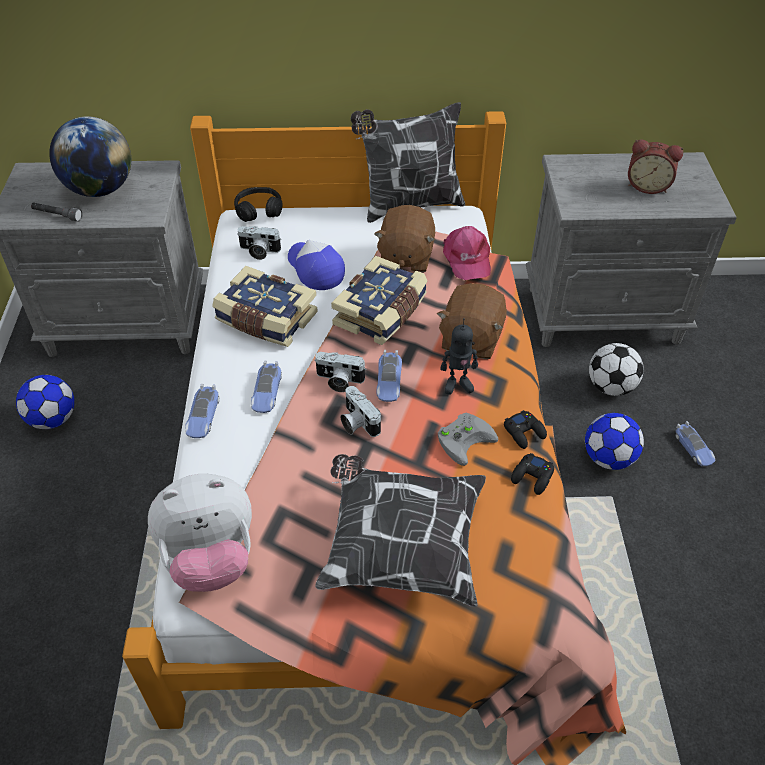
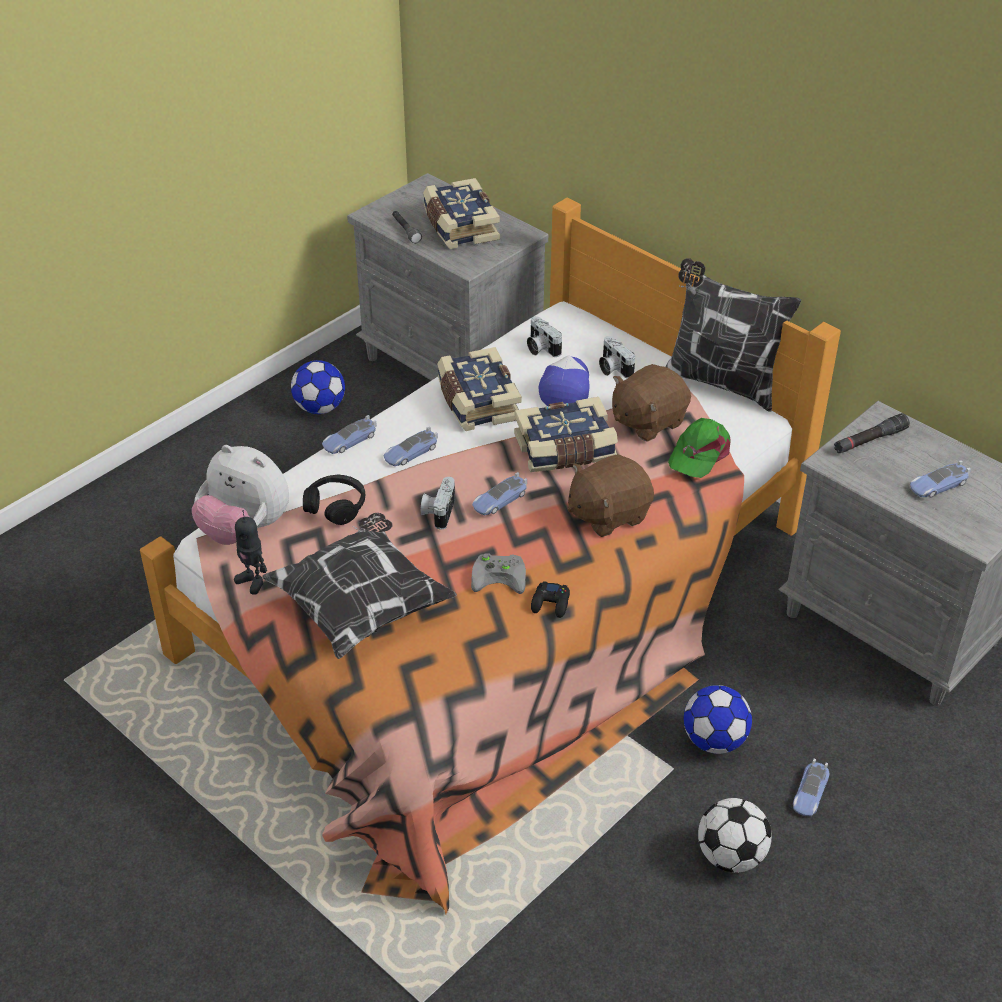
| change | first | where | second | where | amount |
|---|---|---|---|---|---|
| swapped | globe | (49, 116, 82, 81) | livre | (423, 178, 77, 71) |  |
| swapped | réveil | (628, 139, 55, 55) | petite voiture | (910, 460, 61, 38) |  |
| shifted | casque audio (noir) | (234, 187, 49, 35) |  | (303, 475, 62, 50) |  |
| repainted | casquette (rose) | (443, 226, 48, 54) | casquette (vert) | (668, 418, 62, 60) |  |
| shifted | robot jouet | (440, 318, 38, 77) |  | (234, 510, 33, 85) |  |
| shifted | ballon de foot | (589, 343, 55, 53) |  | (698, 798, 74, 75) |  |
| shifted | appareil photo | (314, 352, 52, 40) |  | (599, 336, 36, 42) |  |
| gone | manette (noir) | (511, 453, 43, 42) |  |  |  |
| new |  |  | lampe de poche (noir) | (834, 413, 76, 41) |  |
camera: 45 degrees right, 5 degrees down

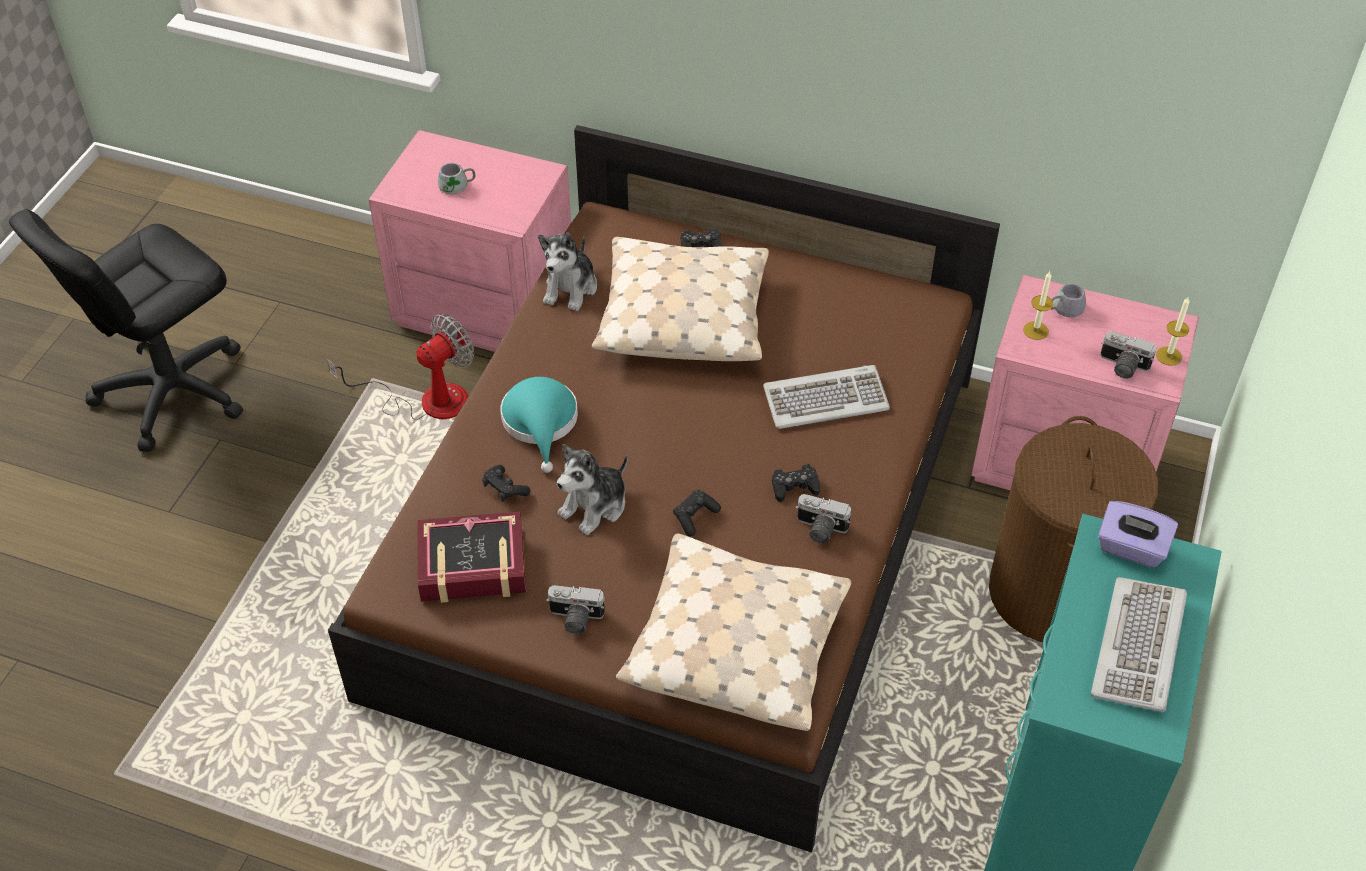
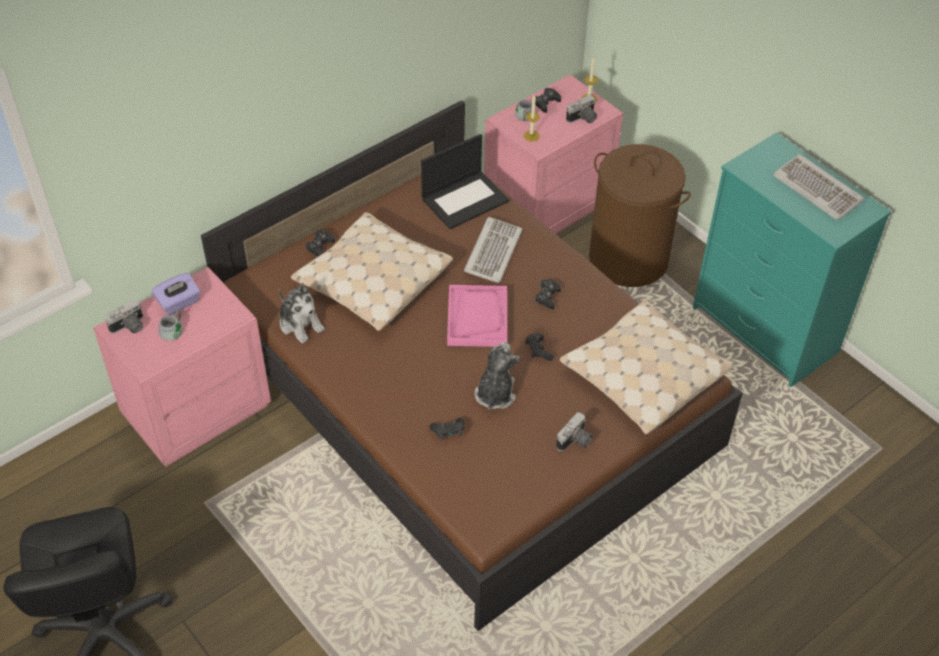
| change | first | where | second | where | amount |
|---|---|---|---|---|---|
| gone | ventilateur | (327, 314, 147, 106) |  |  |  |
| gone | chapeau (turquoise) | (501, 377, 77, 96) |  |  |  |
| rotated | peluche | (557, 444, 70, 91) |  | (475, 342, 45, 68) | 150 degrees counterclockwise |
| shifted | appareil photo | (795, 494, 56, 50) |  | (105, 299, 38, 35) |  |
| shifted | boîte à mouchoirs (violet) | (1098, 501, 80, 67) |  | (152, 273, 48, 42) |  |
| gone | livre | (417, 511, 109, 92) |  |  |  |
| new |  |  | manette (noir) | (535, 88, 26, 25) |  |
| new |  |  | ordinateur portable | (421, 134, 89, 95) |  |
| new |  |  | plateau (rose) | (447, 285, 60, 62) |  |
camera: 60 degrees left, 0 degrees up

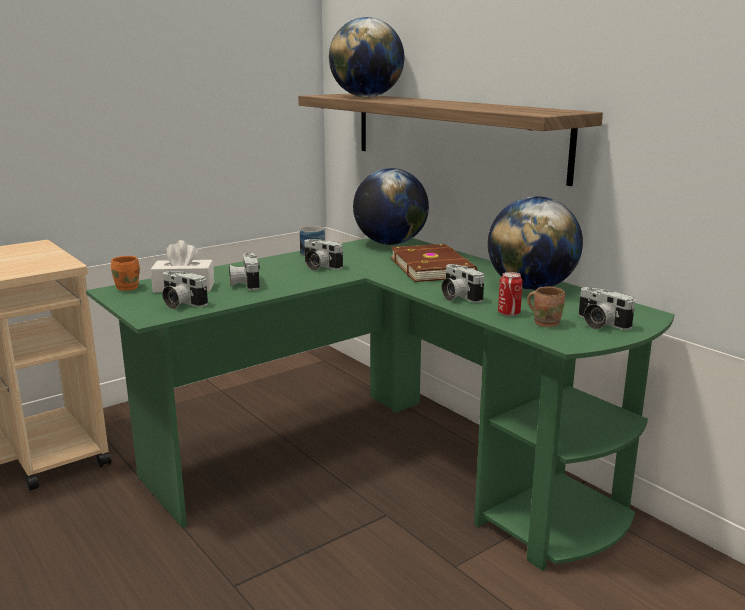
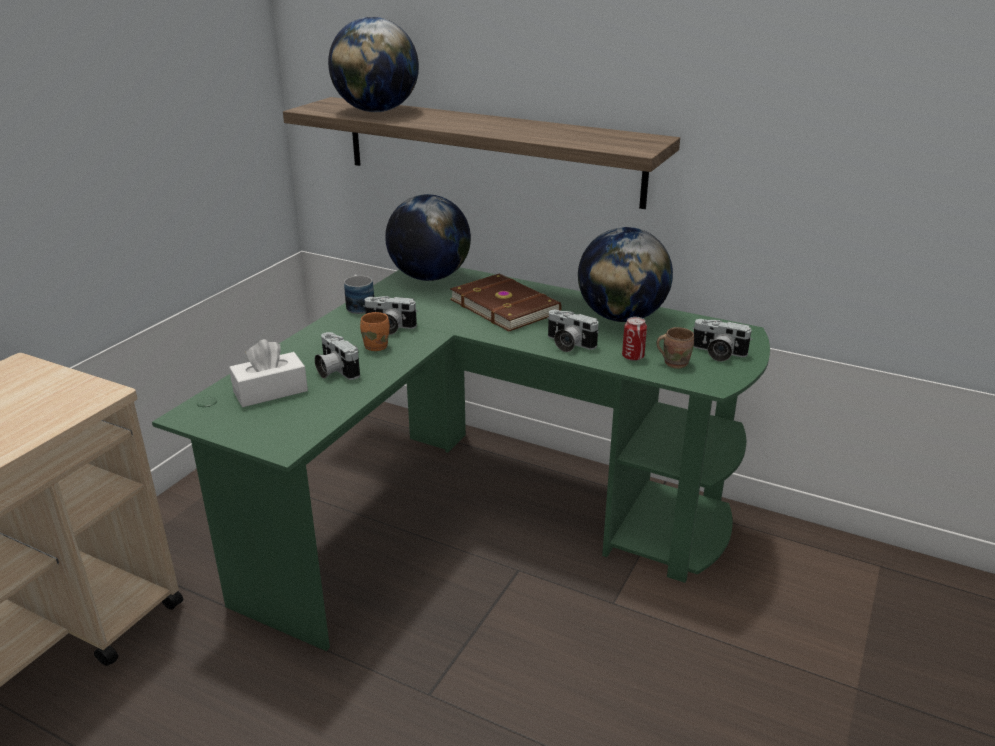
| change | first | where | second | where | amount |
|---|---|---|---|---|---|
| shifted | mug (orange) | (111, 256, 29, 35) |  | (360, 312, 30, 39) |  |
| gone | appareil photo | (162, 271, 46, 38) |  |  |  |
camera: 25 degrees left, 10 degrees up

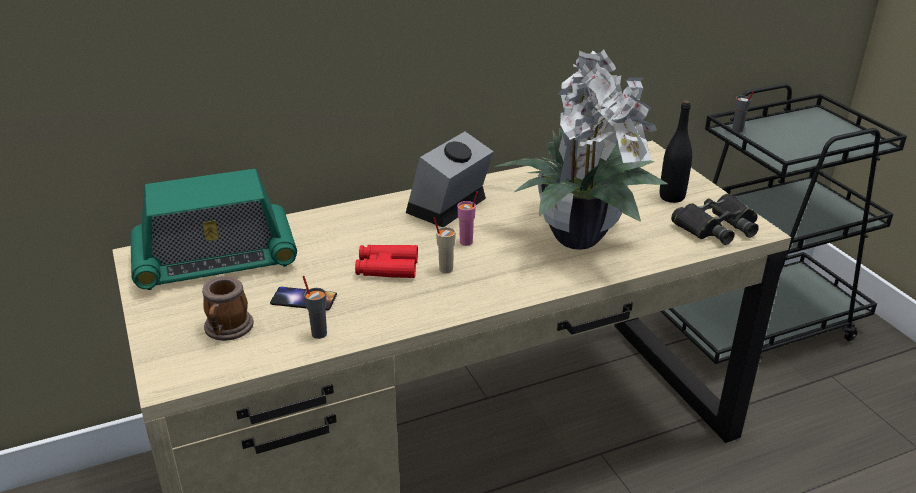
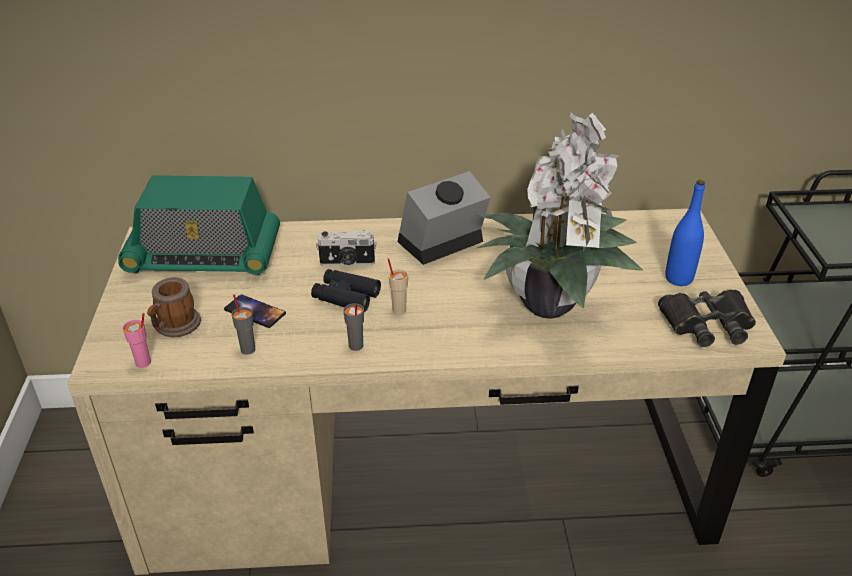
| change | first | where | second | where | amount |
|---|---|---|---|---|---|
| shifted | tasse (gris) | (732, 90, 22, 42) |  | (343, 303, 21, 48) |  |
| repainted | bouteille (noir) | (660, 100, 32, 103) | bouteille (bleu) | (665, 180, 40, 106) |  |
| shifted | tasse (rose) | (457, 191, 21, 55) |  | (122, 313, 29, 55) |  |
| repainted | jumelles (rouge) | (355, 245, 63, 33) | jumelles (noir) | (311, 269, 70, 43) |  |
| new |  |  | appareil photo | (316, 231, 60, 35) |  |
camera: 20 degrees right, 5 degrees up

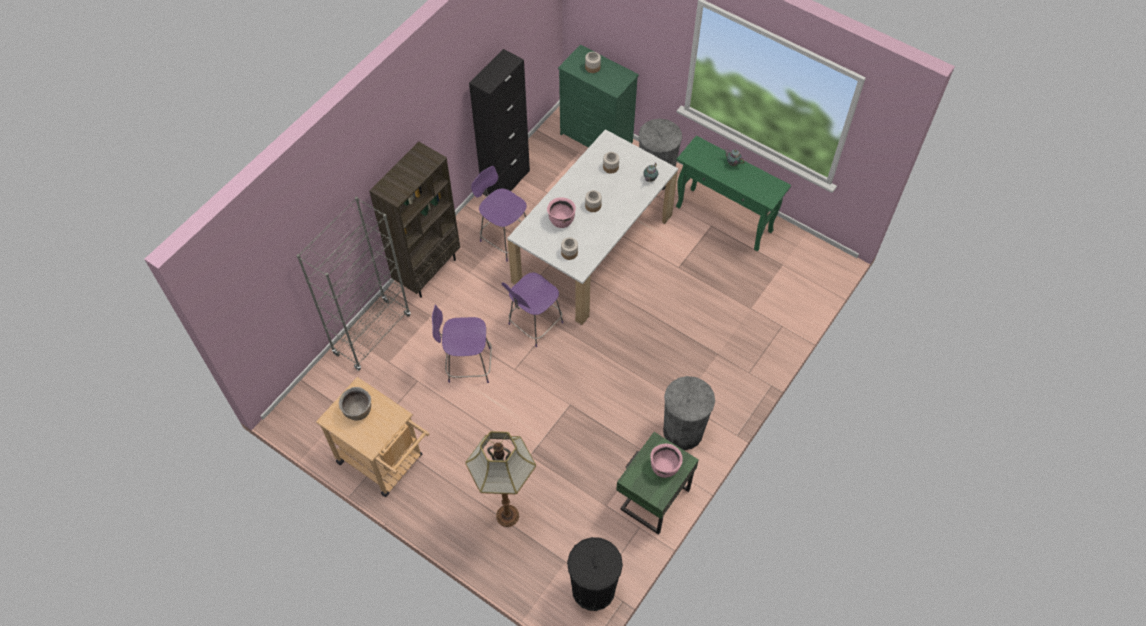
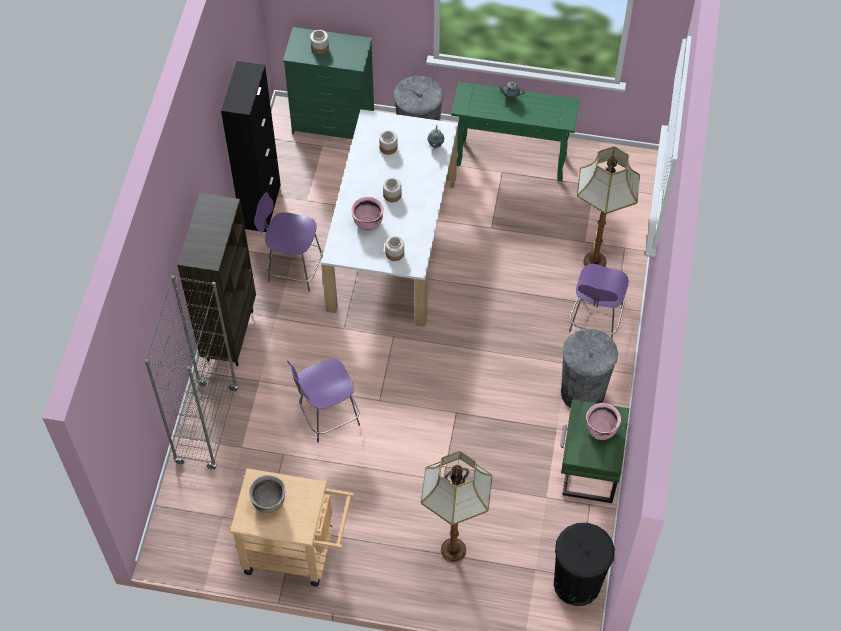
| change | first | where | second | where | amount |
|---|---|---|---|---|---|
| shifted | chaise (violet) | (501, 272, 62, 75) |  | (569, 264, 60, 76) |  |
| new |  |  | lampadaire | (577, 146, 63, 121) |  |
camera: 25 degrees left, 0 degrees up

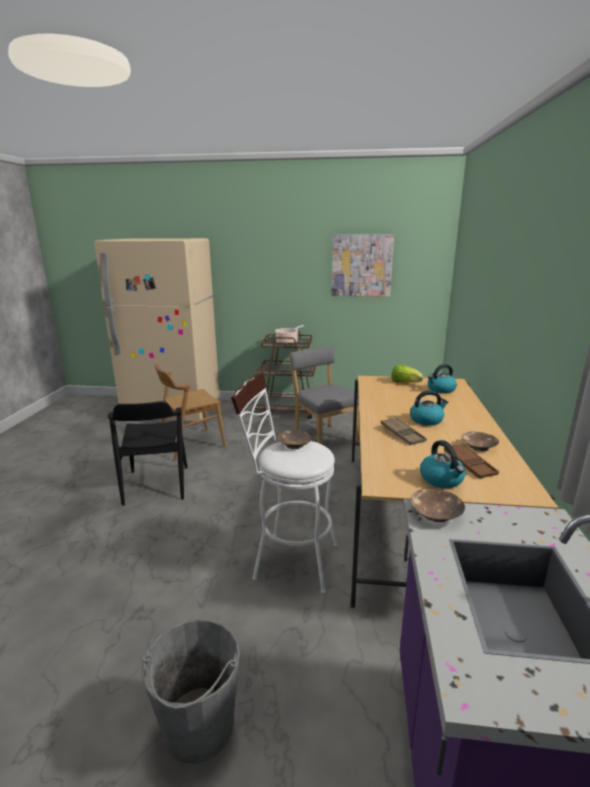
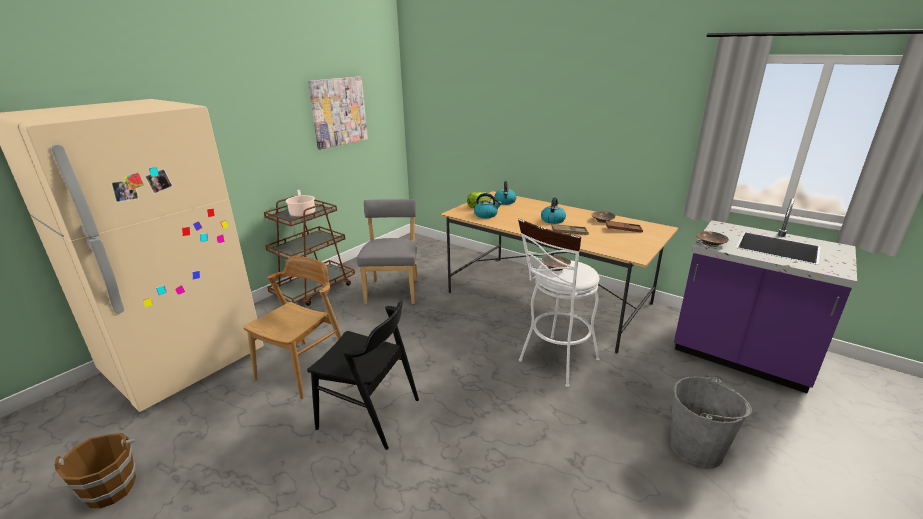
| change | first | where | second | where | amount |
|---|---|---|---|---|---|
| rotated | chaise (gris) | (289, 346, 70, 98) |  | (357, 199, 61, 106) | 90 degrees clockwise |
| rotated | chaise (marron) | (155, 364, 71, 97) |  | (244, 256, 98, 143) | 150 degrees counterclockwise |
| shifted | bouilloire | (420, 440, 45, 48) |  | (474, 193, 28, 25) |  |
| new |  |  | seau (marron) | (54, 433, 82, 75) |  |
camera: 60 degrees left, 5 degrees up

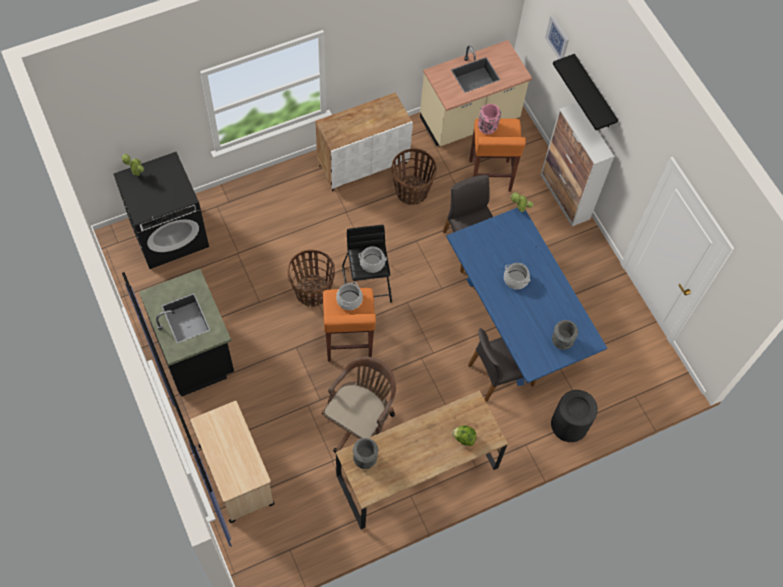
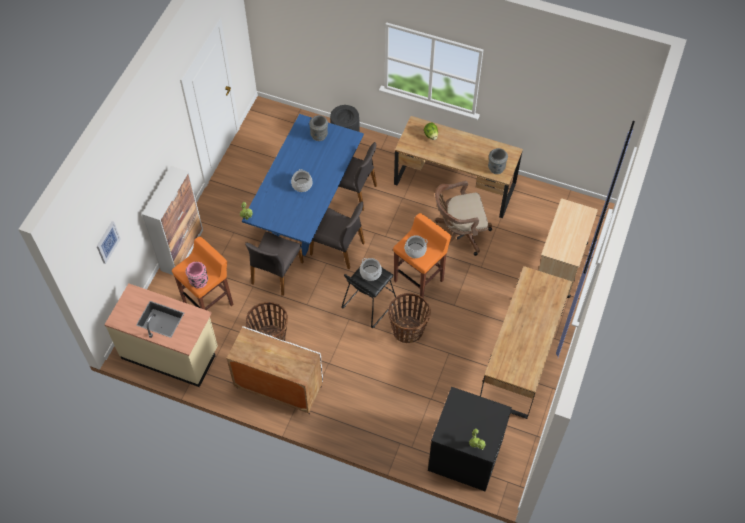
| change | first | where | second | where | amount |
|---|---|---|---|---|---|
| gone | étagère (noir) | (553, 54, 65, 76) |  |  |  |
| swapped | comptoir de cuisine (noir) | (139, 269, 95, 128) | bureau (marron) | (480, 266, 92, 153) |  |
| new |  |  | chaise (gris) | (310, 201, 55, 69) |  |
camera: 130 degrees left, 5 degrees down

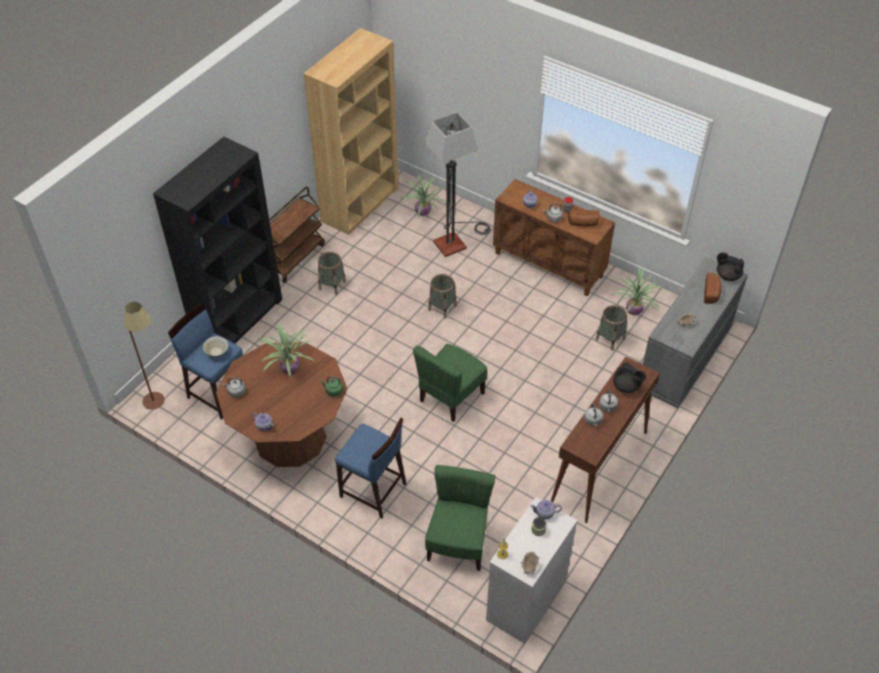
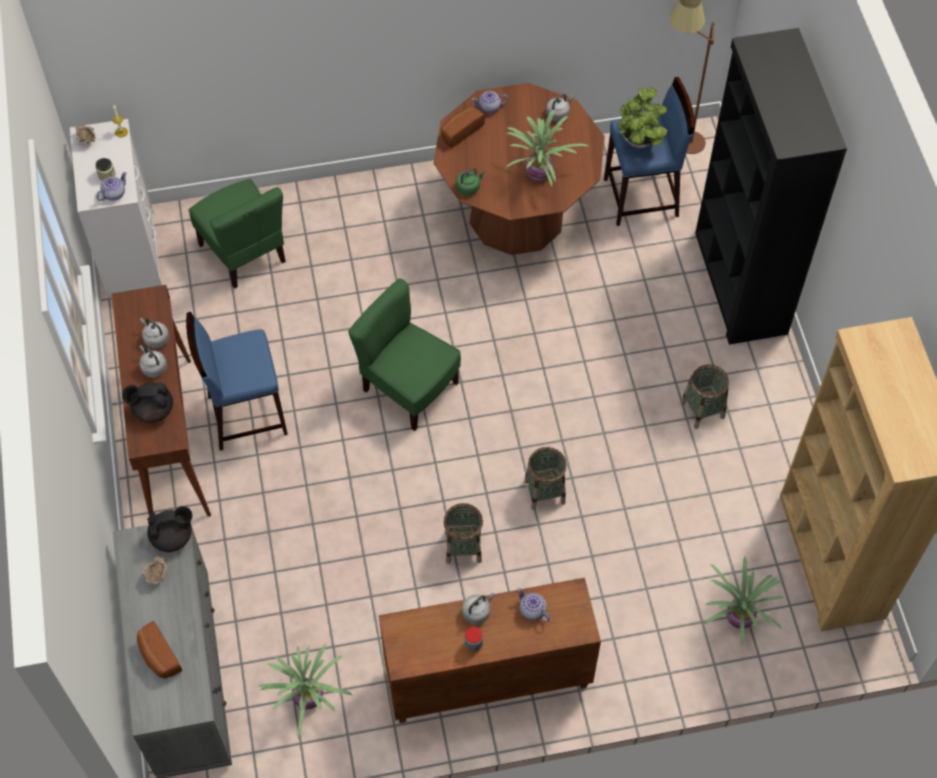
| change | first | where | second | where | amount |
|---|---|---|---|---|---|
| gone | lampadaire | (425, 112, 65, 145) |  |  |  |
| gone | chariot (marron) | (269, 186, 56, 97) |  |  |  |
| shifted | pain | (568, 209, 31, 17) |  | (441, 107, 44, 41) |  |
| shifted | théière (noir) | (717, 252, 27, 29) |  | (147, 506, 45, 46) |  |
| shifted | panier | (595, 305, 32, 46) |  | (443, 503, 40, 61) |  |
| swapped | bol (beige) | (203, 336, 25, 21) | plante en pot | (618, 88, 49, 60) |  |
| rotated | chaise (vert) | (413, 344, 74, 78) |  | (348, 279, 113, 152) | 45 degrees counterclockwise |
| shifted | tabouret (bleu) | (335, 417, 71, 102) |  | (186, 312, 102, 139) |  |
camera: 135 degrees right, 10 degrees up

